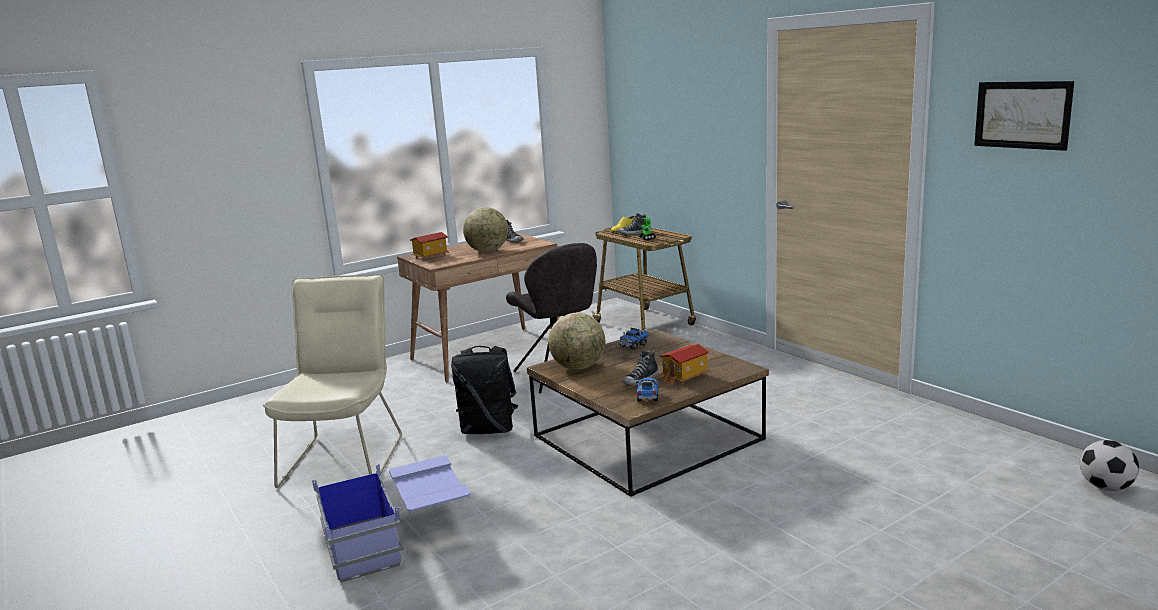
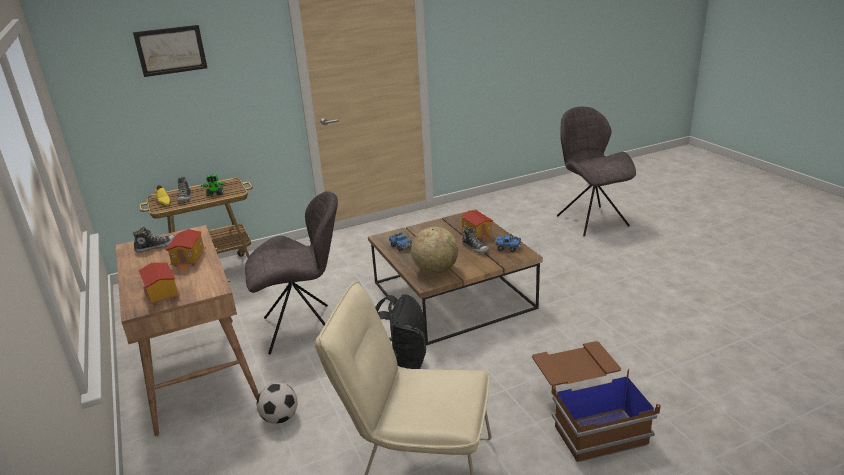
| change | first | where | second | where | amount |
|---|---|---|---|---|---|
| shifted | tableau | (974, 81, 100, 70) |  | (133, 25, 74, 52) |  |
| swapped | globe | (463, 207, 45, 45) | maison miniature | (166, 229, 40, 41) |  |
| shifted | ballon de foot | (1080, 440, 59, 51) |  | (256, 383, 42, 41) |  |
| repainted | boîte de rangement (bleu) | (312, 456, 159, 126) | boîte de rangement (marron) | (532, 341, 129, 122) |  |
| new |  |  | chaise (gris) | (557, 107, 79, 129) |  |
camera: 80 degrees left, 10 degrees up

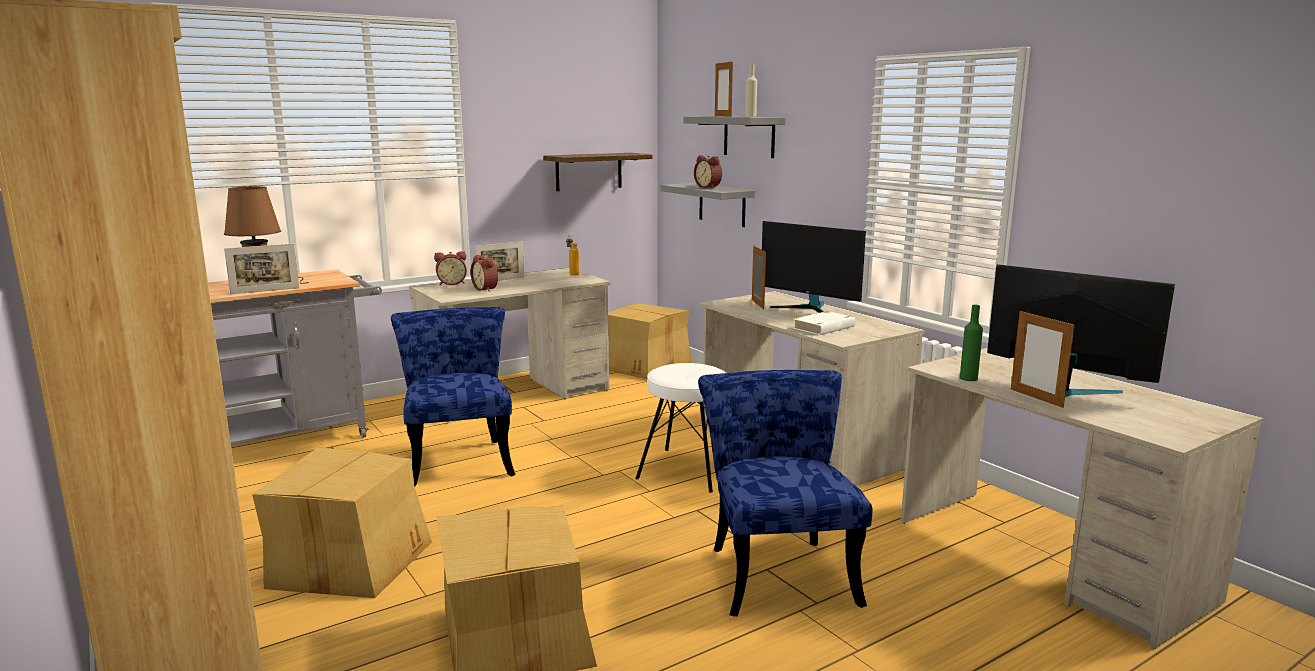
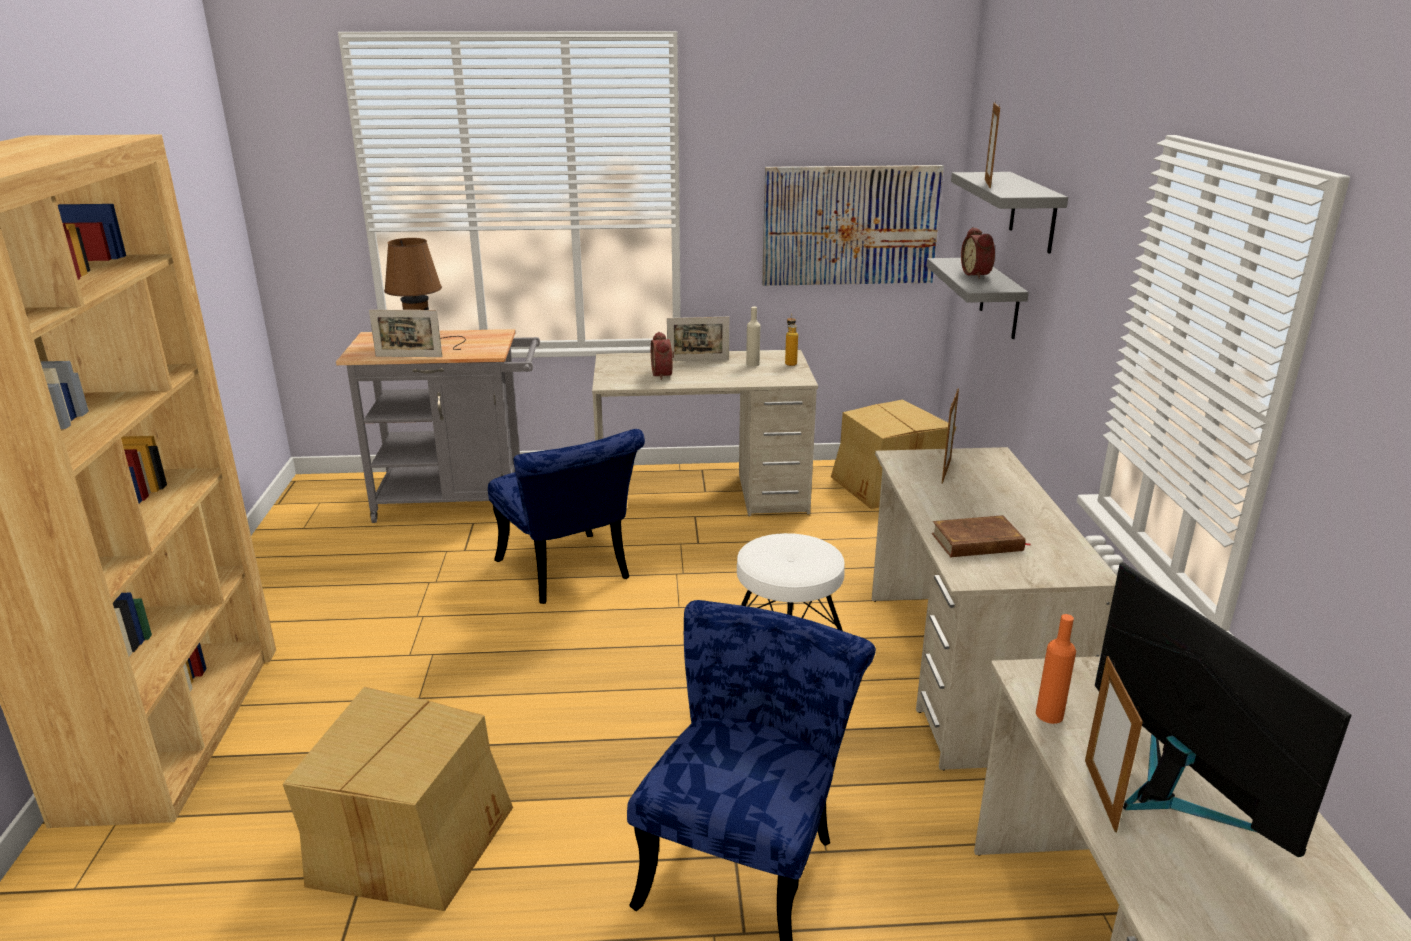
| change | first | where | second | where | amount |
|---|---|---|---|---|---|
| shifted | bouteille (beige) | (745, 64, 12, 53) |  | (746, 307, 14, 60) |  |
| swapped | étagère | (543, 153, 110, 38) | tableau | (762, 165, 182, 121) |  |
| gone | écran d'ordinateur | (762, 221, 104, 92) |  |  |  |
| gone | réveil | (434, 251, 33, 34) |  |  |  |
| repainted | bouteille (vert) | (960, 305, 23, 76) | bouteille (orange) | (1036, 614, 40, 110) |  |
| rotated | chaise (bleu) | (391, 307, 125, 179) |  | (488, 429, 157, 175) | 135 degrees clockwise |
| repainted | livre (blanc) | (793, 311, 62, 24) | livre (marron) | (932, 515, 99, 42) |  |
| gone | carton | (252, 447, 180, 151) |  |  |  |
camera: 30 degrees right, 10 degrees up

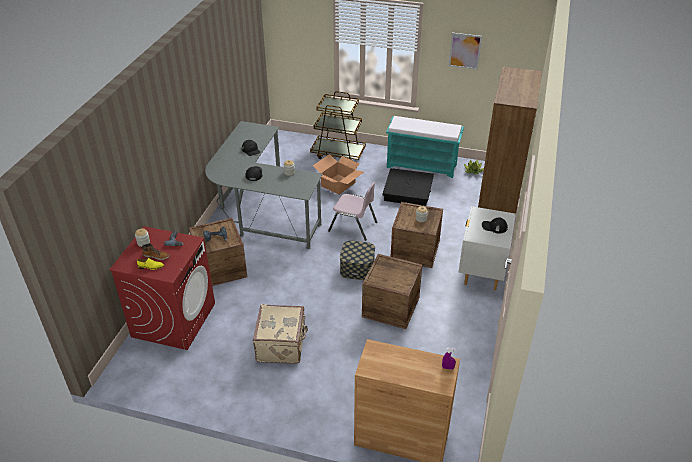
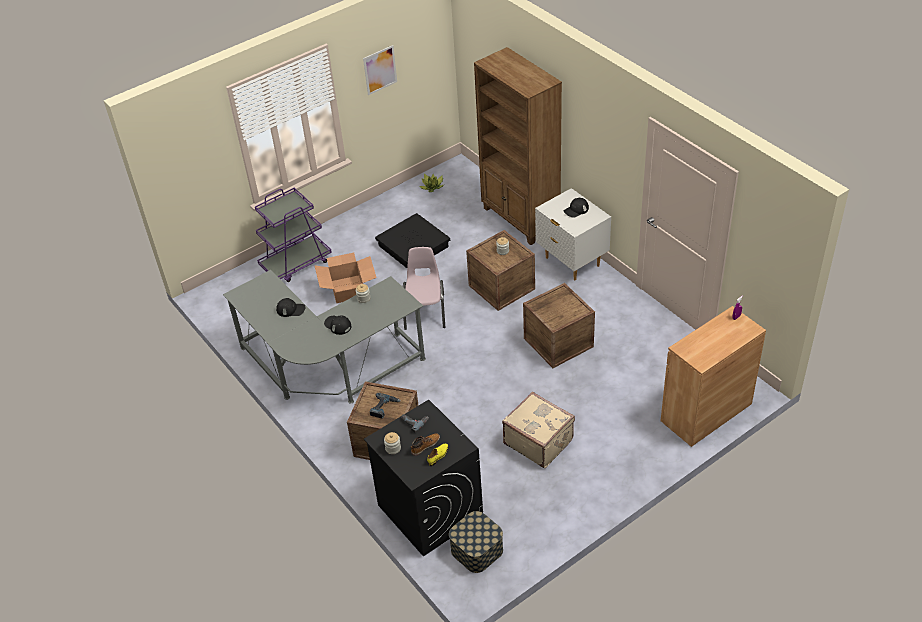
| change | first | where | second | where | amount |
|---|---|---|---|---|---|
| repainted | chariot (marron) | (310, 91, 56, 69) | chariot (violet) | (255, 188, 77, 94) |  |
| gone | banc (turquoise) | (386, 116, 78, 62) |  |  |  |
| rotated | chaise (rose) | (328, 182, 49, 59) |  | (403, 247, 42, 83) | 60 degrees counterclockwise |
| repainted | lave-linge (rouge) | (109, 226, 106, 124) | lave-linge (noir) | (364, 400, 119, 157) |  |
| shifted | boîte de rangement | (340, 241, 35, 39) |  | (449, 511, 54, 62) |  |
camera: 50 degrees left, 5 degrees up

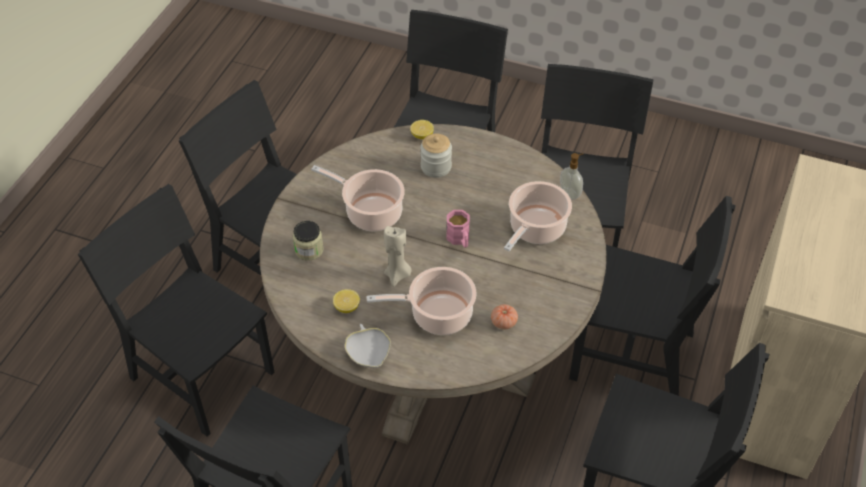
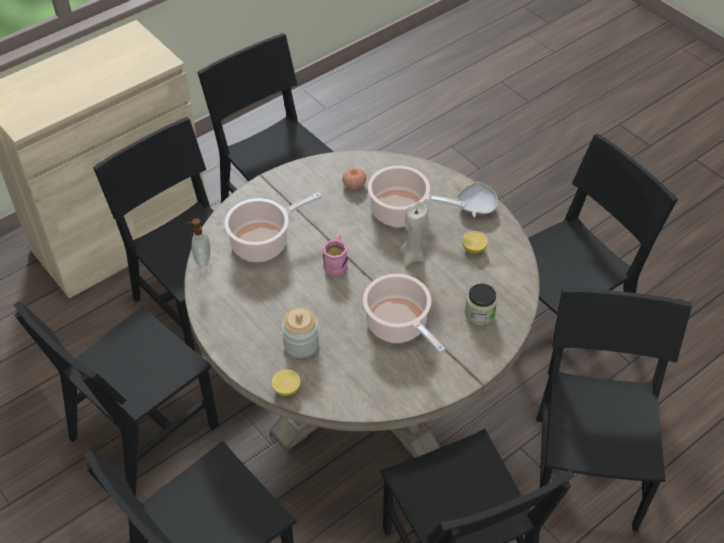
| change | first | where | second | where | amount |
|---|---|---|---|---|---|
| rotated | chaise (noir) | (78, 184, 196, 253) |  | (534, 287, 158, 244) | 150 degrees counterclockwise |
camera: 150 degrees left, 0 degrees up

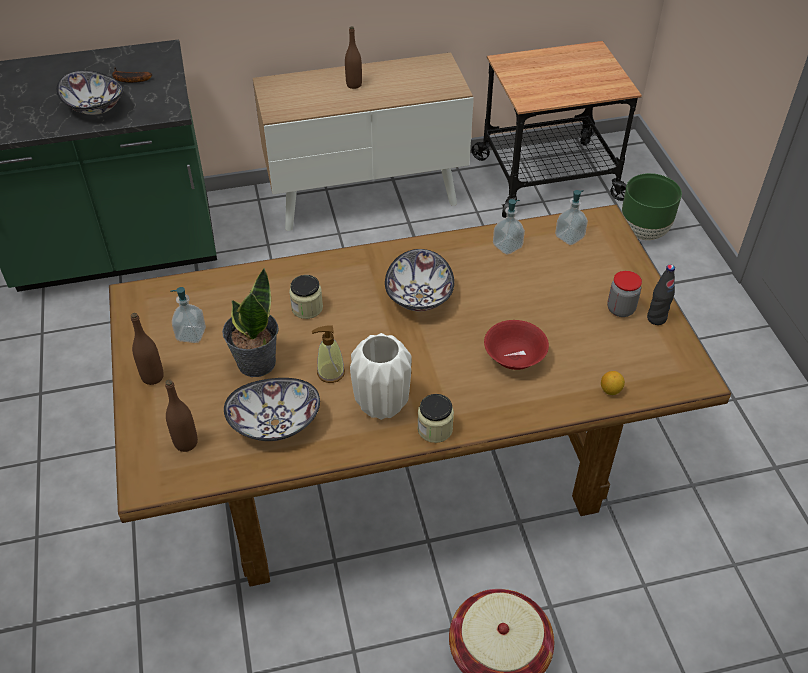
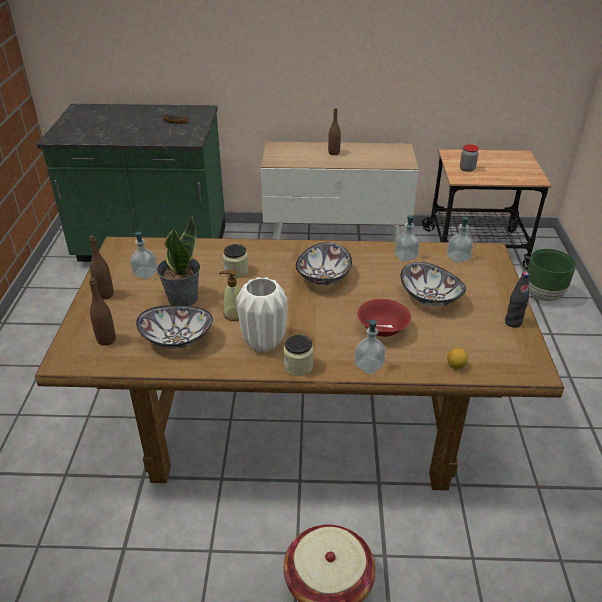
| change | first | where | second | where | amount |
|---|---|---|---|---|---|
| shifted | bol | (57, 70, 67, 45) |  | (401, 262, 65, 45) |  |
| shifted | bocal | (607, 271, 35, 46) |  | (460, 144, 19, 28) |  |
| new |  |  | distributeur de savon | (354, 320, 32, 55) |  |
camera: 15 degrees right, 10 degrees down

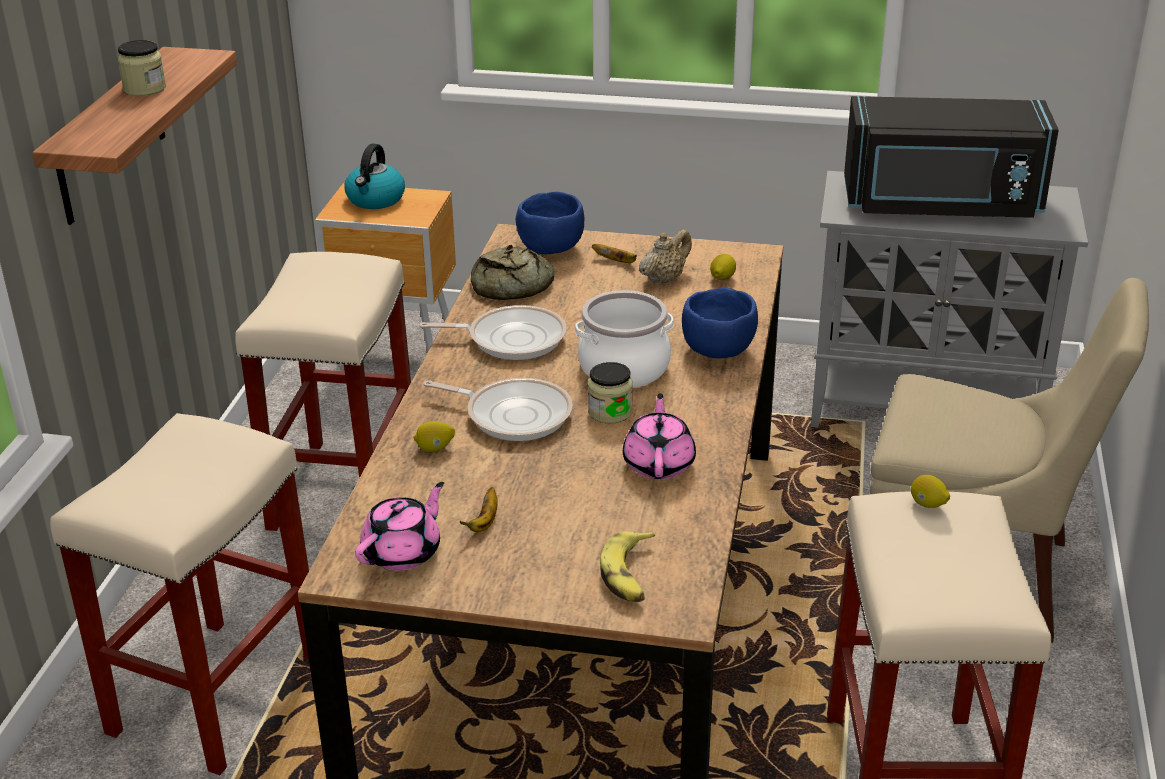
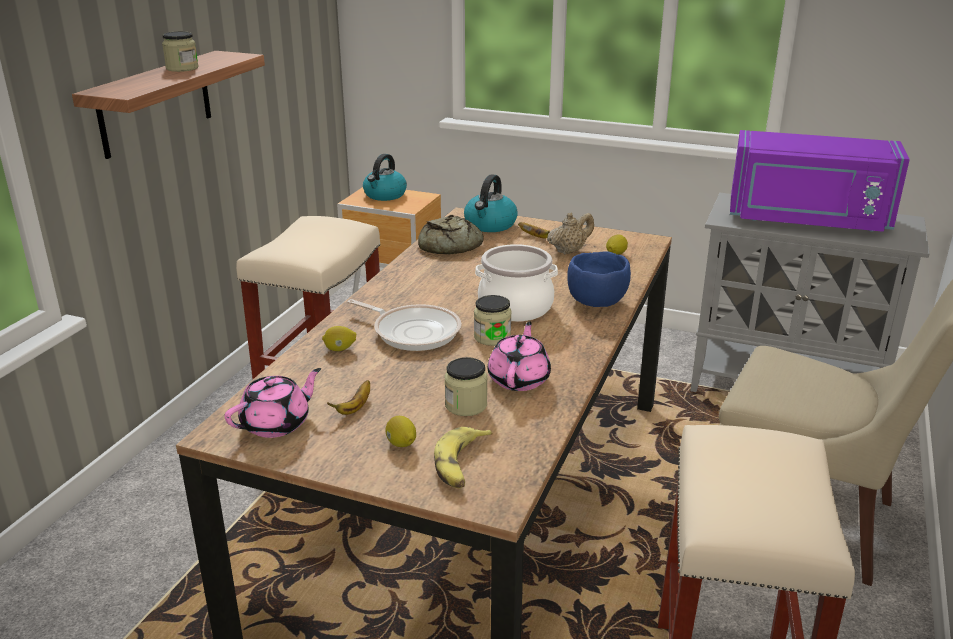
| change | first | where | second | where | amount |
|---|---|---|---|---|---|
| repainted | micro-ondes (noir) | (844, 96, 215, 122) | micro-ondes (violet) | (730, 130, 180, 102) |  |
| swapped | bol (bleu) | (516, 192, 68, 62) | bouilloire | (464, 174, 54, 58) |  |
| gone | poêle | (419, 305, 148, 55) |  |  |  |
| gone | tabouret (beige) | (50, 413, 259, 362) |  |  |  |
| shifted | citron | (911, 475, 39, 33) |  | (385, 416, 31, 31) |  |
| new |  |  | bocal | (444, 357, 44, 59) |  |
camera: 10 degrees right, 5 degrees down

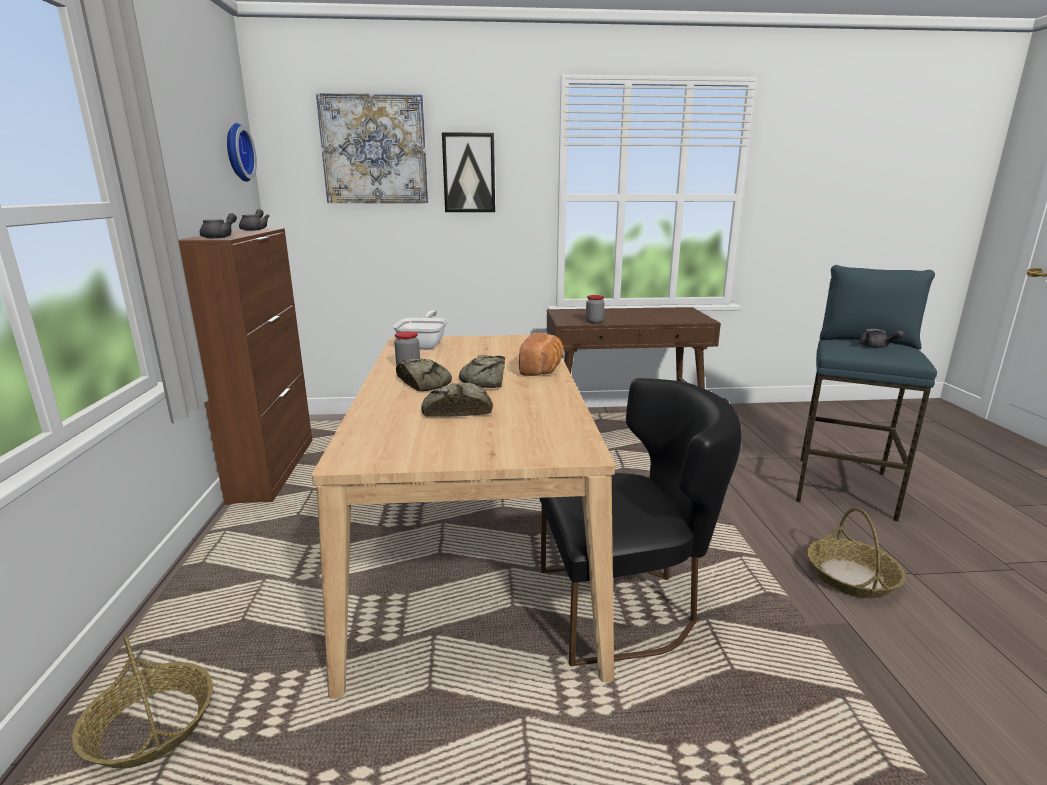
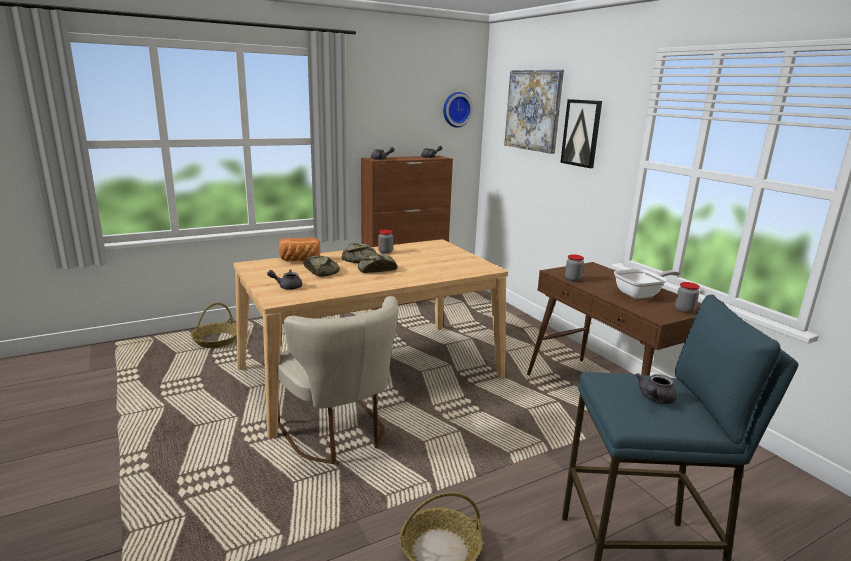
| change | first | where | second | where | amount |
|---|---|---|---|---|---|
| shifted | poêle | (393, 311, 55, 39) |  | (614, 269, 66, 30) |  |
| shifted | pain | (519, 332, 45, 44) |  | (279, 238, 42, 23) |  |
| repainted | chaise (noir) | (539, 378, 203, 288) | chaise (beige) | (276, 296, 122, 168) |  |
| new |  |  | théière (gris) | (267, 270, 35, 20) |  |
| new |  |  | bocal | (675, 282, 25, 31) |  |
camera: 65 degrees right, 0 degrees up

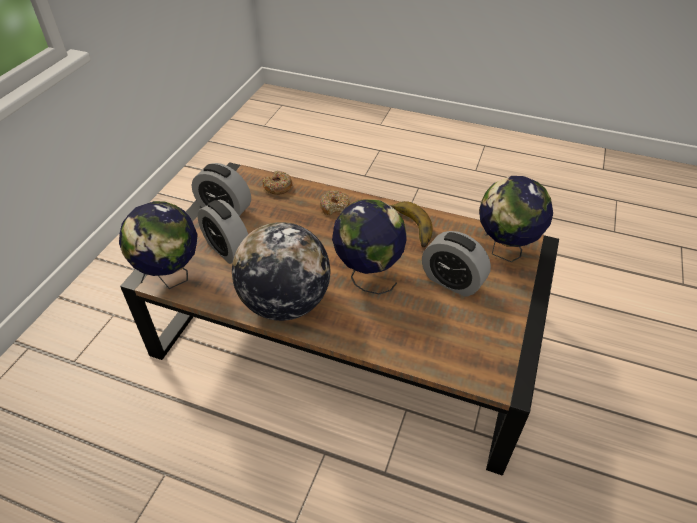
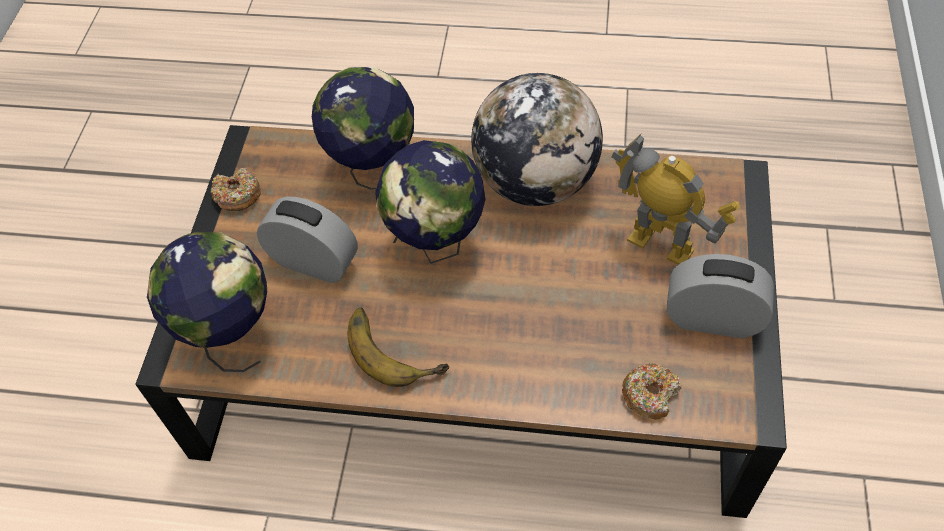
| change | first | where | second | where | amount |
|---|---|---|---|---|---|
| shifted | beignet | (320, 190, 30, 25) |  | (211, 168, 50, 43) |  |
| swapped | réveil | (197, 200, 51, 64) | robot jouet | (611, 134, 129, 131) |  |
| shifted | globe | (119, 201, 79, 88) |  | (312, 67, 102, 123) |  |
camera: 170 degrees right, 10 degrees up

